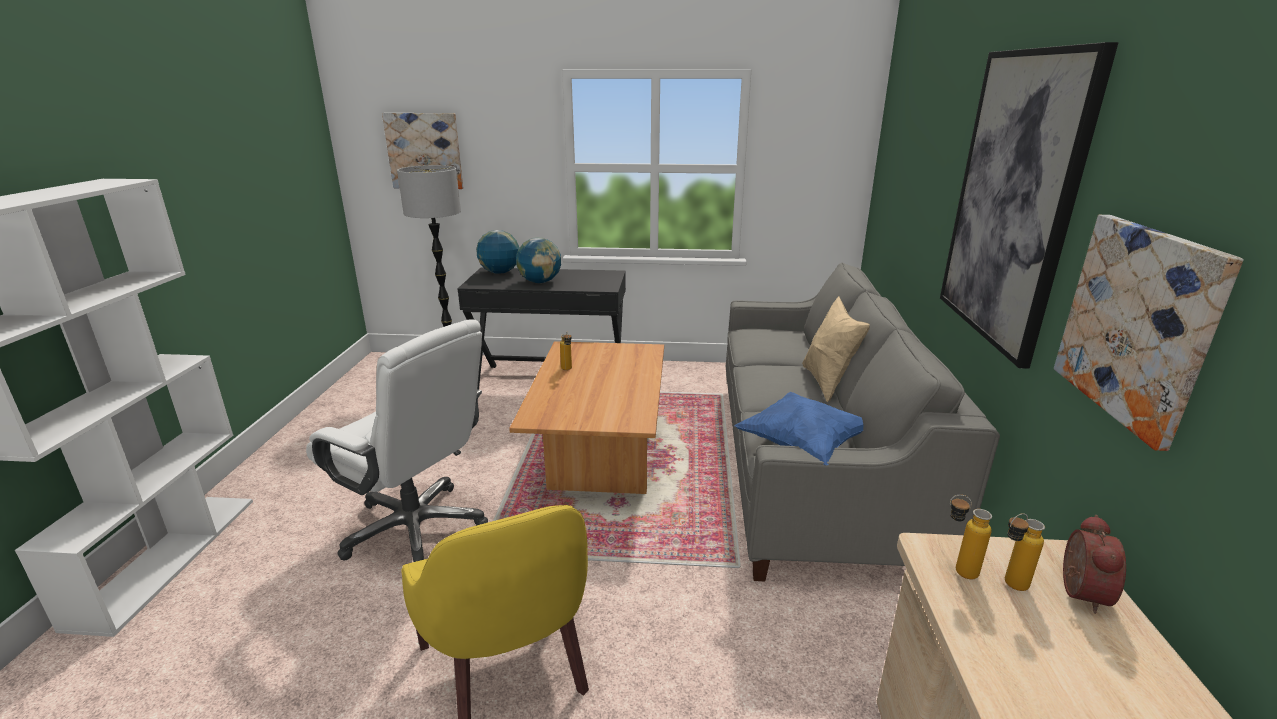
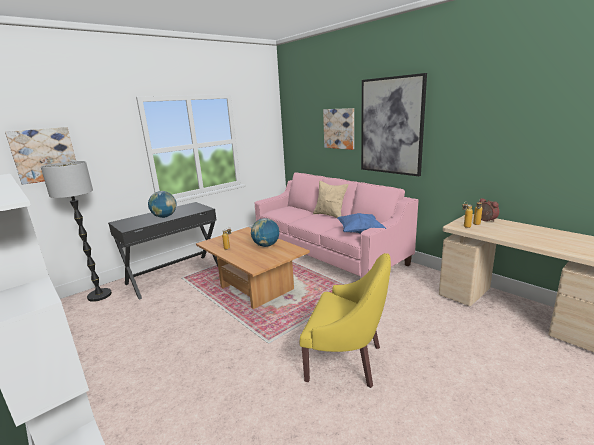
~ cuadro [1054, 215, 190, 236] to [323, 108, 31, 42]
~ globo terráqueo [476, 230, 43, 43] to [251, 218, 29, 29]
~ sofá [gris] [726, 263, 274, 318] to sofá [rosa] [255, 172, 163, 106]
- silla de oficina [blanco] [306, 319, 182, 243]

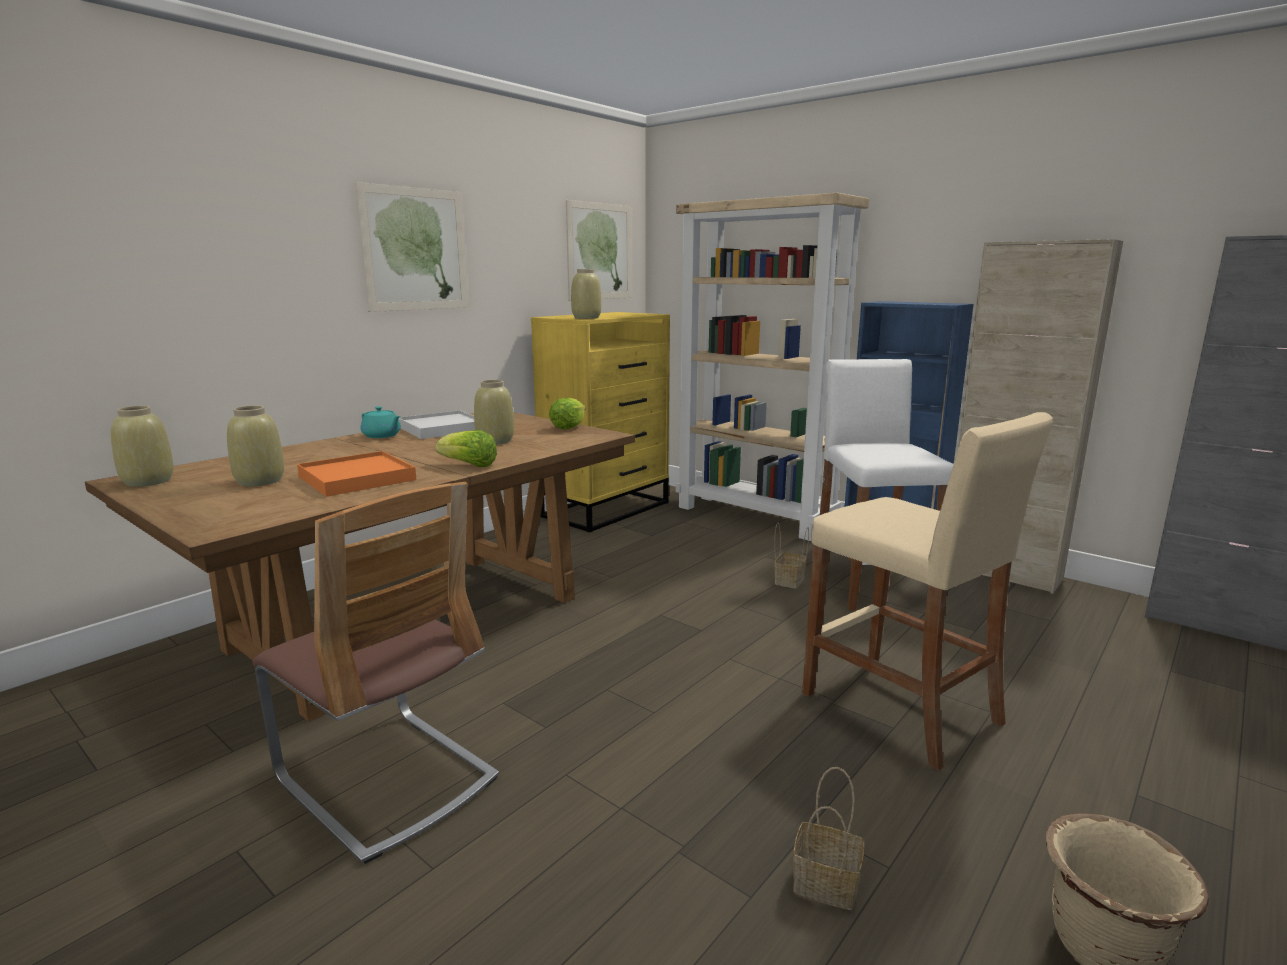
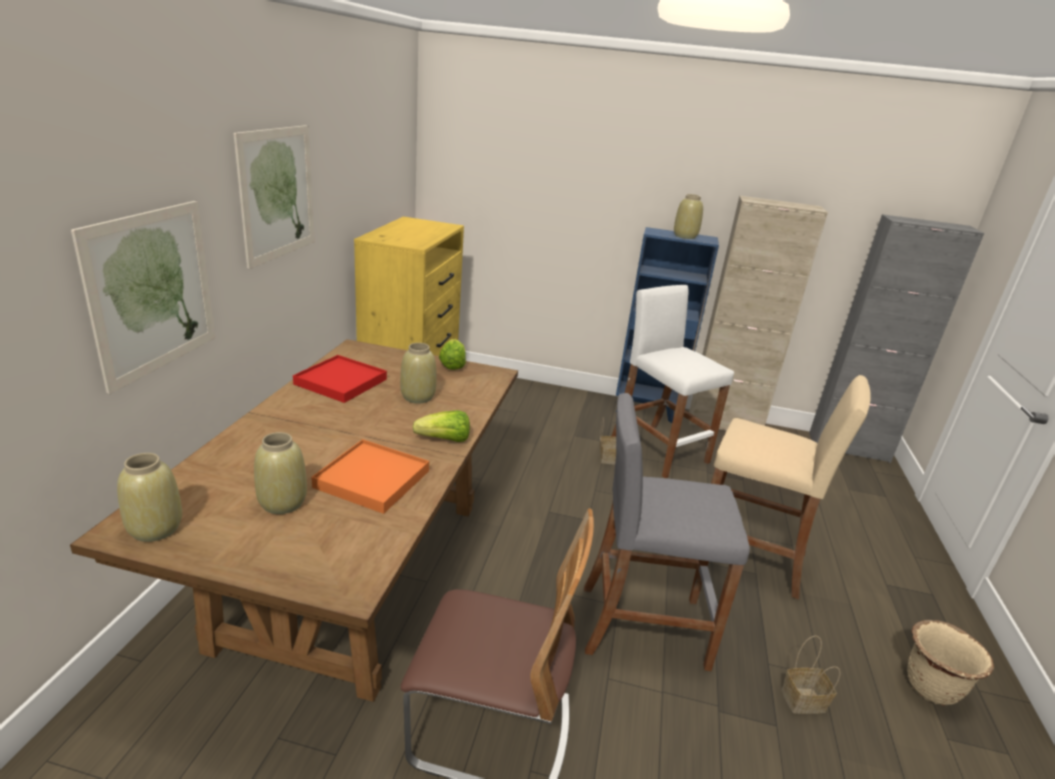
- estantería [beis] [676, 193, 193, 348]
~ cuadro [566, 200, 66, 100] to [71, 201, 145, 193]
~ florero [beis] [571, 269, 31, 50] to [674, 194, 29, 45]
- tetera [turquesa] [361, 406, 40, 32]
~ bandeja [blanco] [398, 410, 77, 29] to bandeja [rojo] [293, 355, 94, 48]
+ taburete [gris] [584, 393, 166, 278]

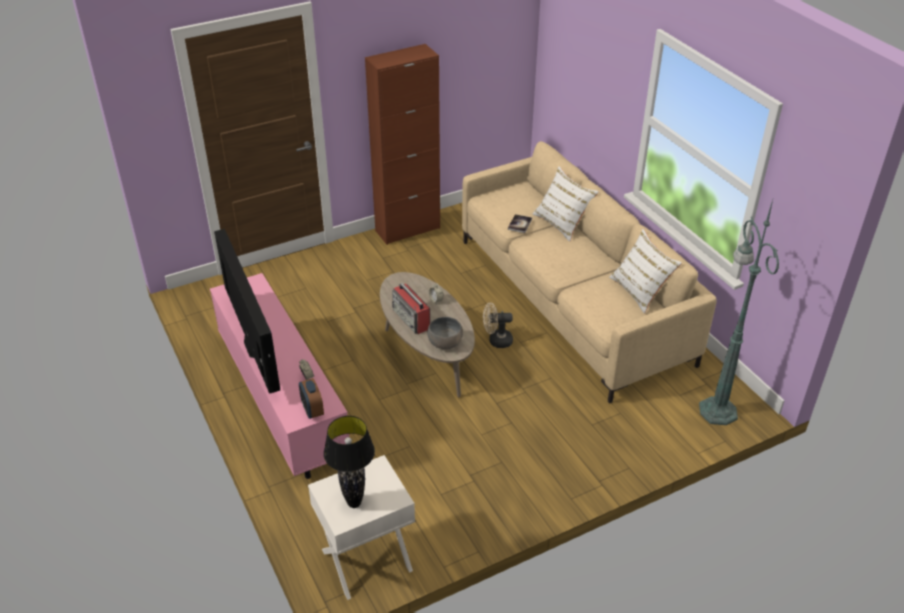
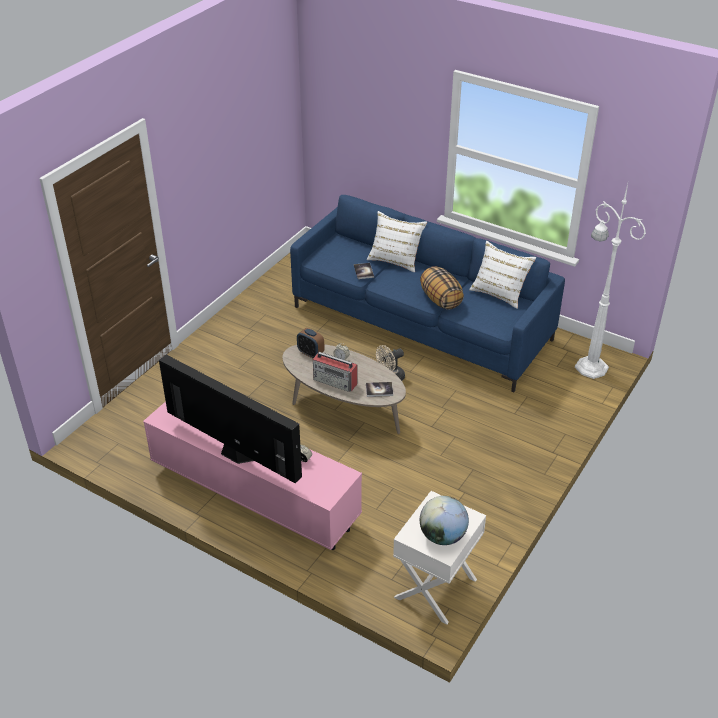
- armario [marrón] [365, 44, 75, 201]
~ sofá [beis] [462, 141, 255, 263] to sofá [azul] [290, 195, 275, 197]
~ lámpara de pie [verde] [699, 200, 80, 225] to lámpara de pie [blanco] [575, 184, 71, 195]
~ cuenco [gris] [427, 317, 36, 32] to libro [366, 382, 27, 15]
~ despertador [299, 378, 25, 41] to [297, 328, 28, 30]
~ lámpara de mesa [negro] [324, 416, 51, 92] to globo terráqueo [420, 496, 49, 49]
+ cojín [420, 266, 44, 44]

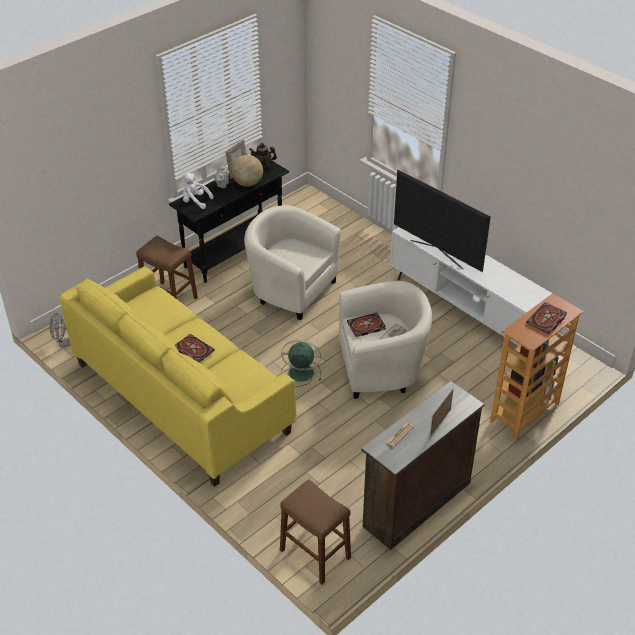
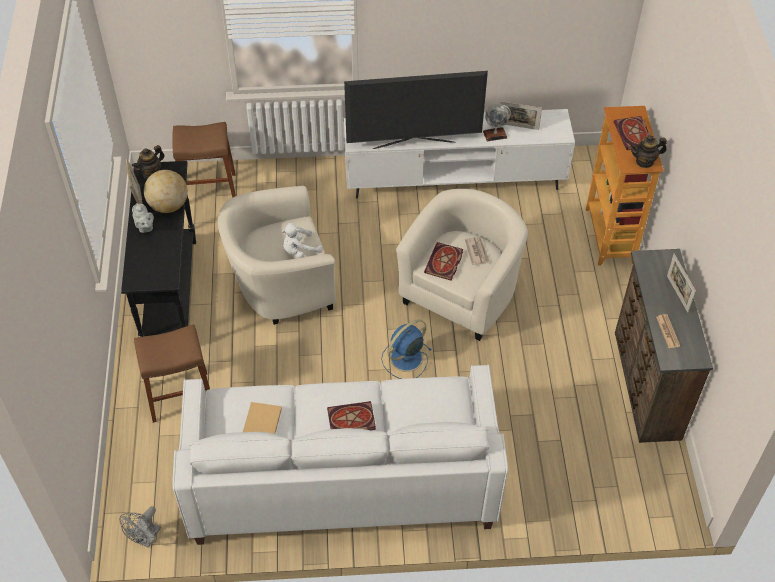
~ peluche [blanco] [183, 173, 30, 36] to [282, 223, 41, 35]
~ sofá [amarillo] [59, 266, 238, 221] to sofá [blanco] [172, 364, 336, 181]
~ ventilador [verde] [281, 340, 40, 47] to ventilador [azul] [381, 319, 50, 60]
~ taburete [marrón] [280, 479, 71, 105] to [173, 122, 63, 76]
+ portarretratos [500, 102, 42, 28]
+ globo terráqueo [483, 104, 28, 38]
+ tetera [630, 135, 37, 33]
+ libro [beis] [243, 402, 39, 32]

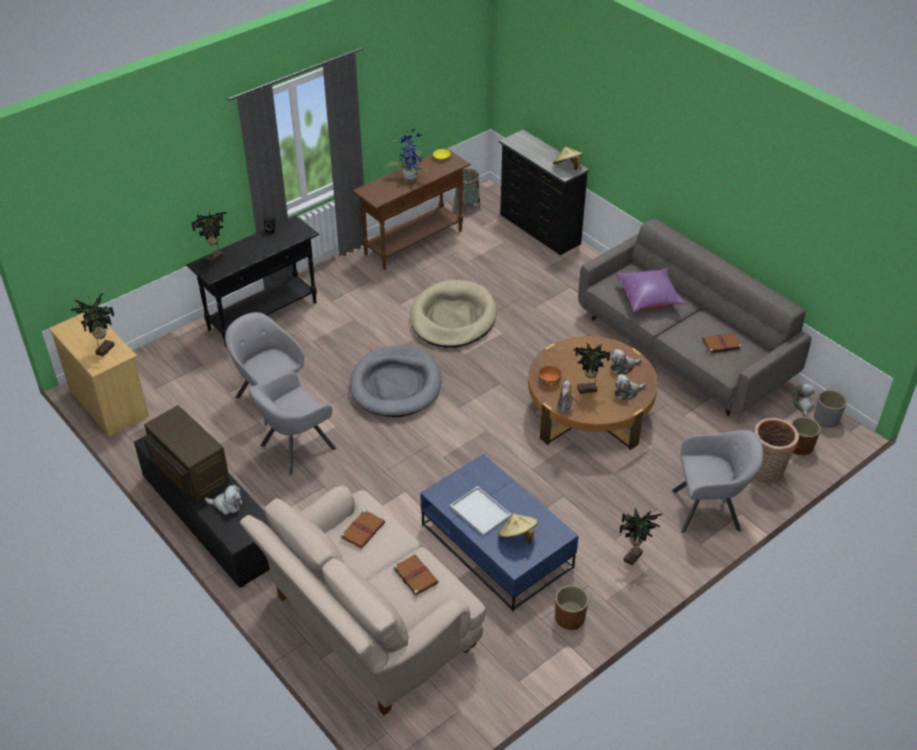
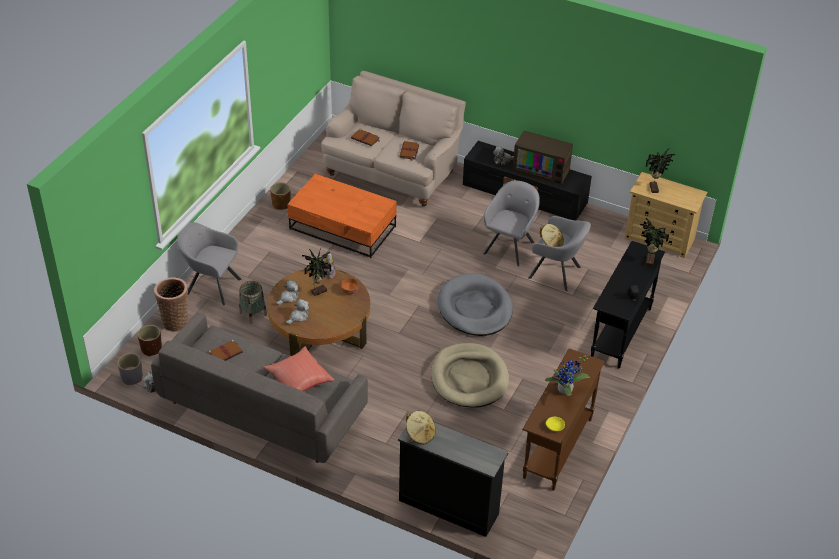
~ cesta [455, 169, 25, 44] to [239, 281, 28, 43]
~ cojín [morado] [616, 268, 70, 44] to cojín [rojo] [264, 346, 70, 45]
~ sillón [gris] [672, 430, 92, 103] = [177, 222, 65, 83] 45 degrees clockwise
~ mesa de centro [azul] [420, 454, 159, 157] to mesa de centro [naranja] [287, 174, 110, 84]
- bandeja [blanco] [450, 486, 62, 50]
- planta en maceta [619, 508, 43, 57]
~ sombrero [beis] [498, 513, 40, 32] to [540, 224, 24, 23]

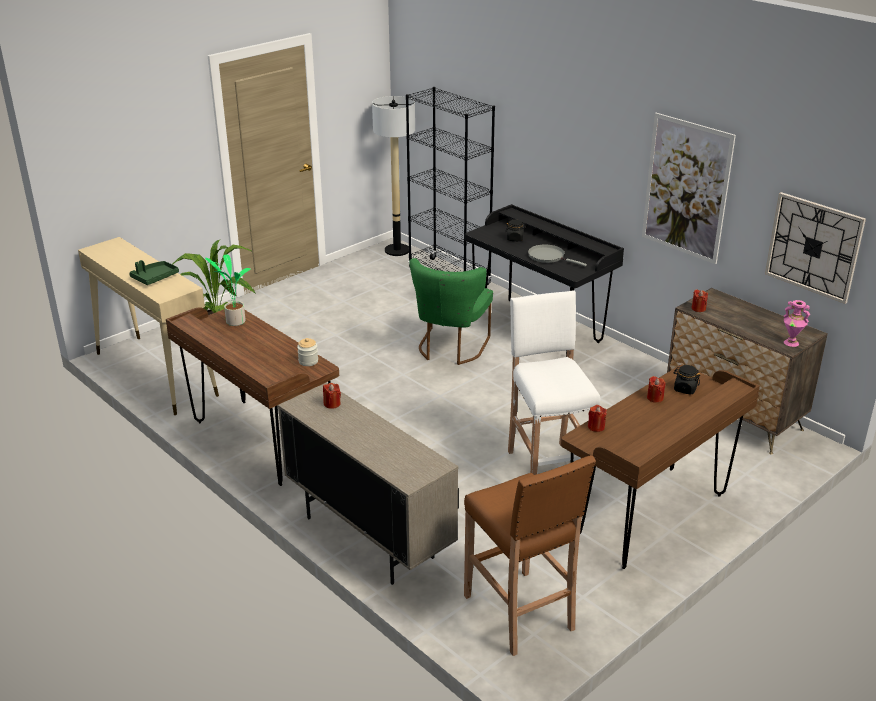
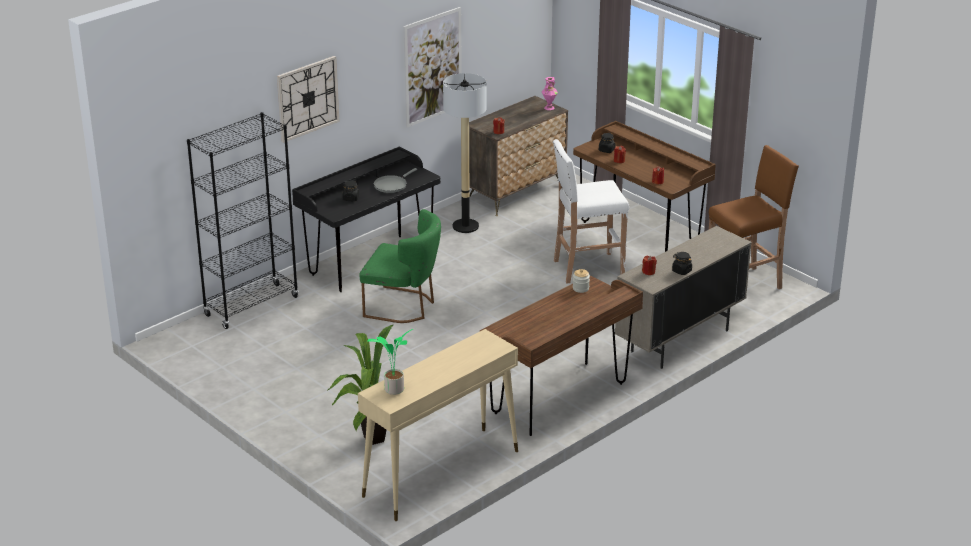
~ lámpara de pie [372, 96, 43, 160] to [443, 73, 43, 160]
~ reloj de pared [765, 192, 101, 112] to [277, 56, 62, 87]
~ planta en maceta [205, 255, 46, 71] to [367, 329, 46, 66]
- bandeja [verde] [129, 260, 50, 25]
+ tarro [negro] [672, 252, 20, 23]

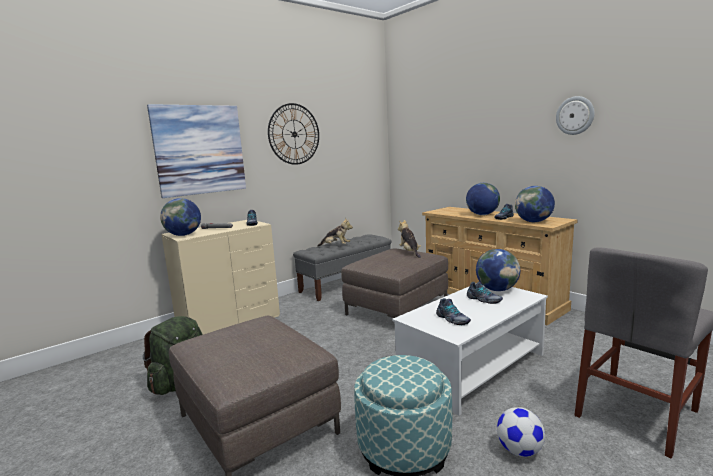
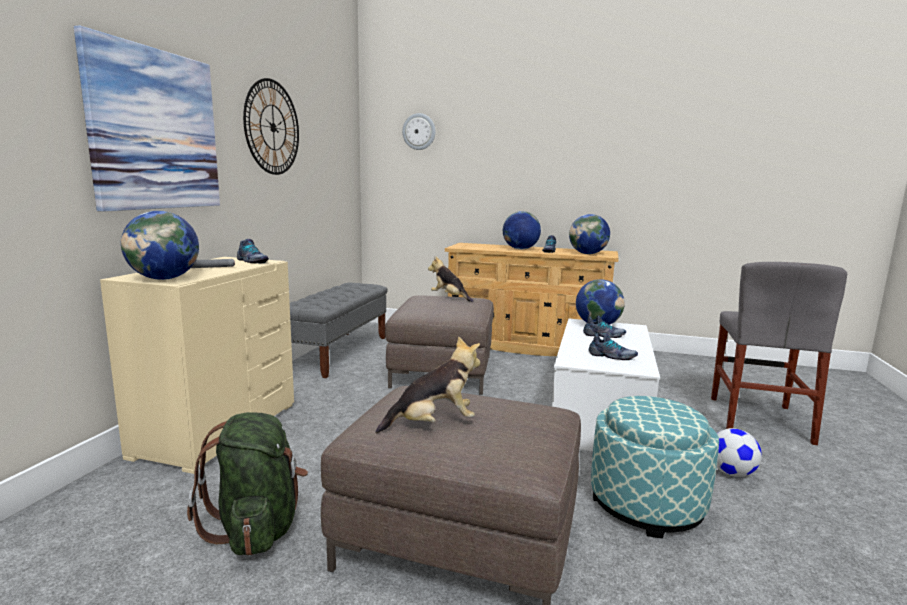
~ reloj de pared [556, 96, 39, 39] to [402, 113, 33, 37]
~ peluche [318, 218, 35, 28] to [375, 336, 105, 98]

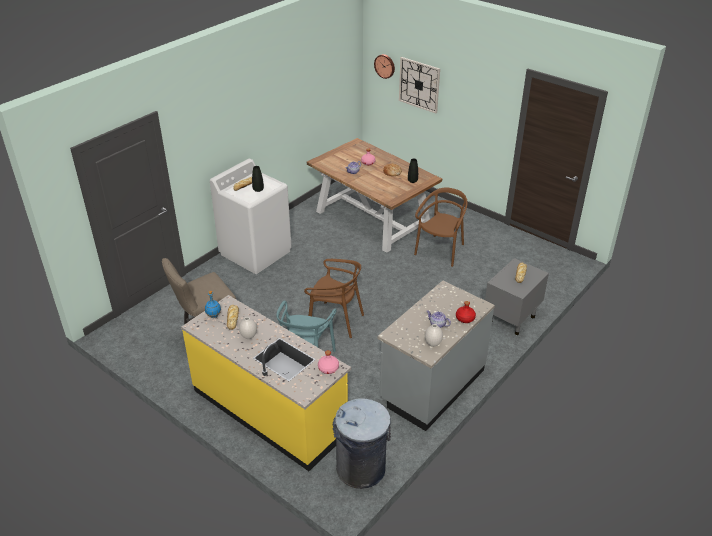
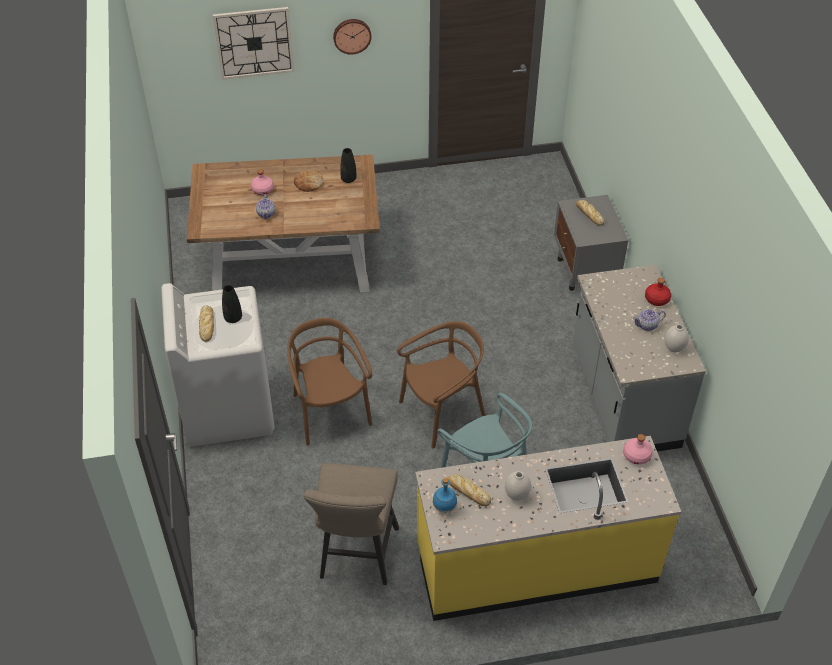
~ reloj de pared [374, 54, 21, 25] to [333, 19, 39, 36]
~ silla [marrón] [414, 187, 53, 80] to [287, 318, 85, 128]
- papelera [gris] [333, 399, 58, 90]

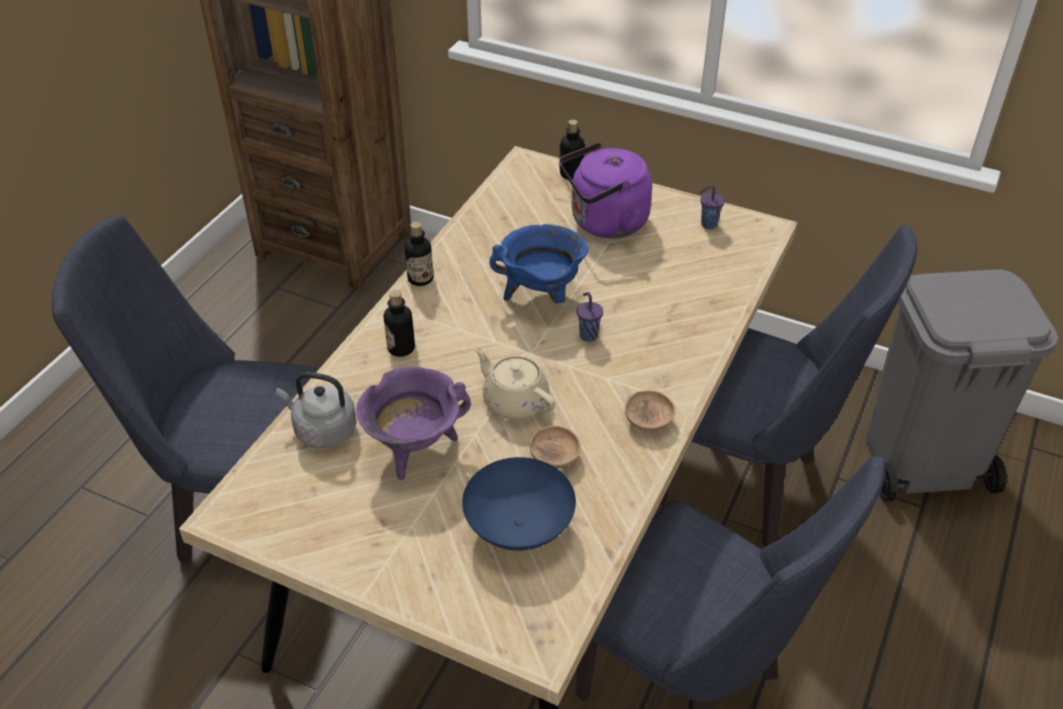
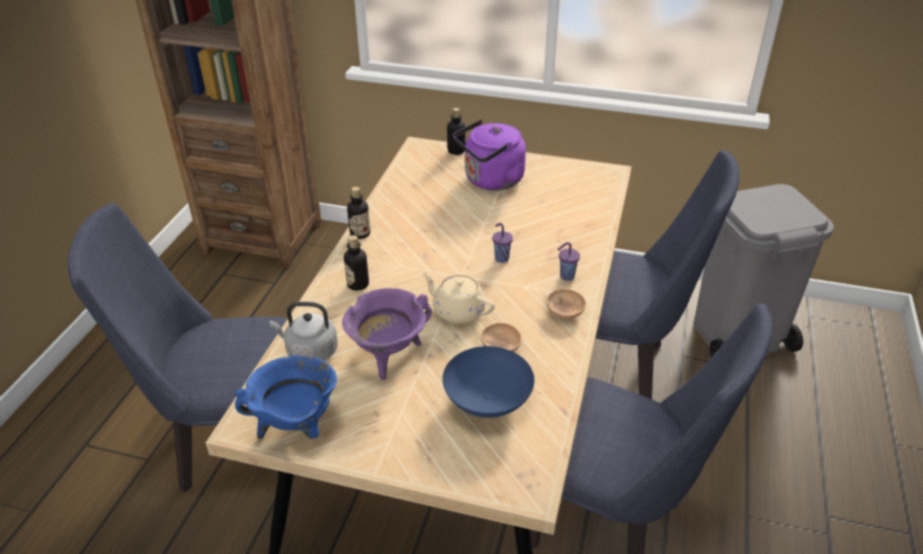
~ taza [morado] [699, 185, 25, 44] to [557, 242, 23, 39]
~ olla [azul] [489, 224, 100, 80] to [235, 355, 102, 84]

